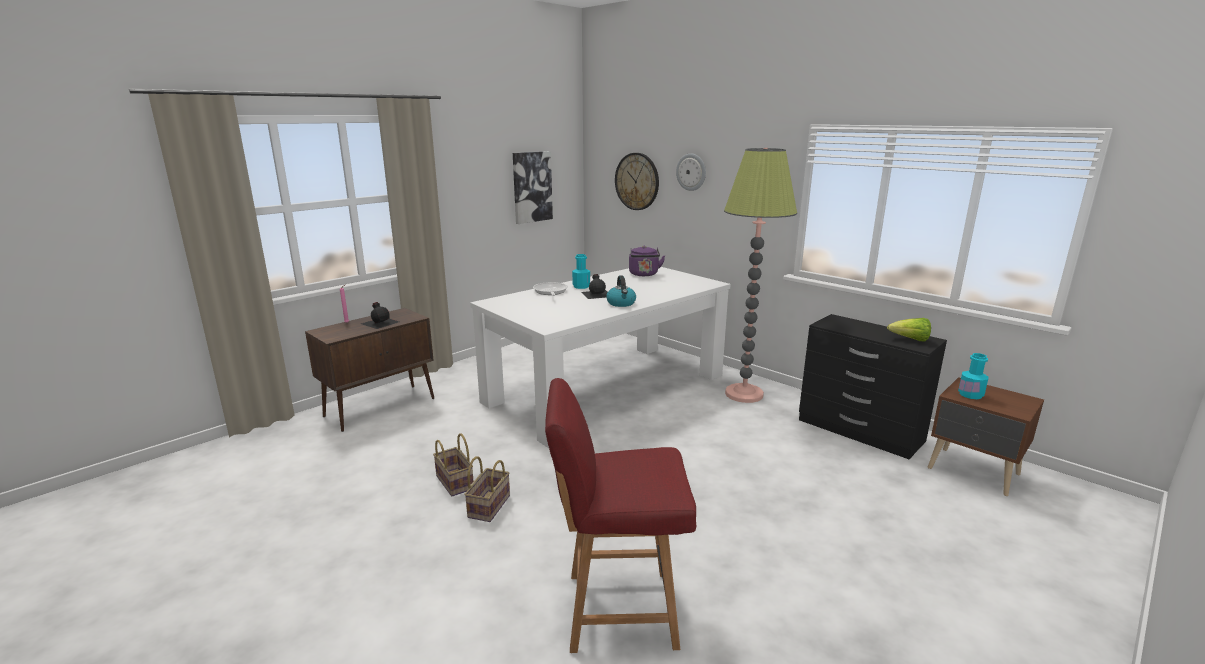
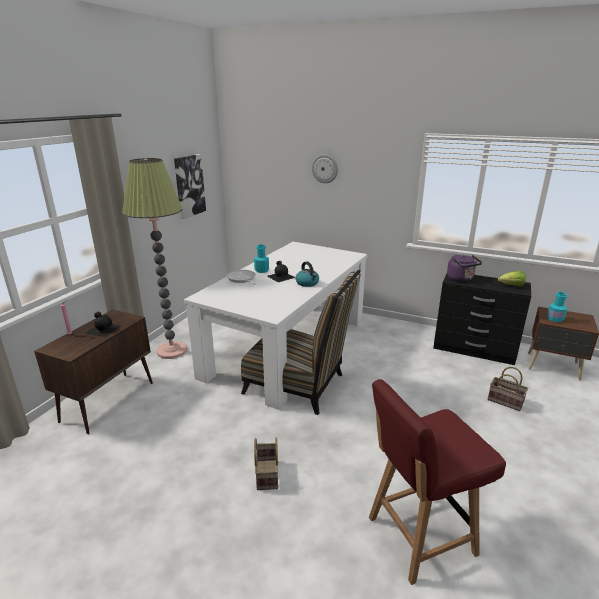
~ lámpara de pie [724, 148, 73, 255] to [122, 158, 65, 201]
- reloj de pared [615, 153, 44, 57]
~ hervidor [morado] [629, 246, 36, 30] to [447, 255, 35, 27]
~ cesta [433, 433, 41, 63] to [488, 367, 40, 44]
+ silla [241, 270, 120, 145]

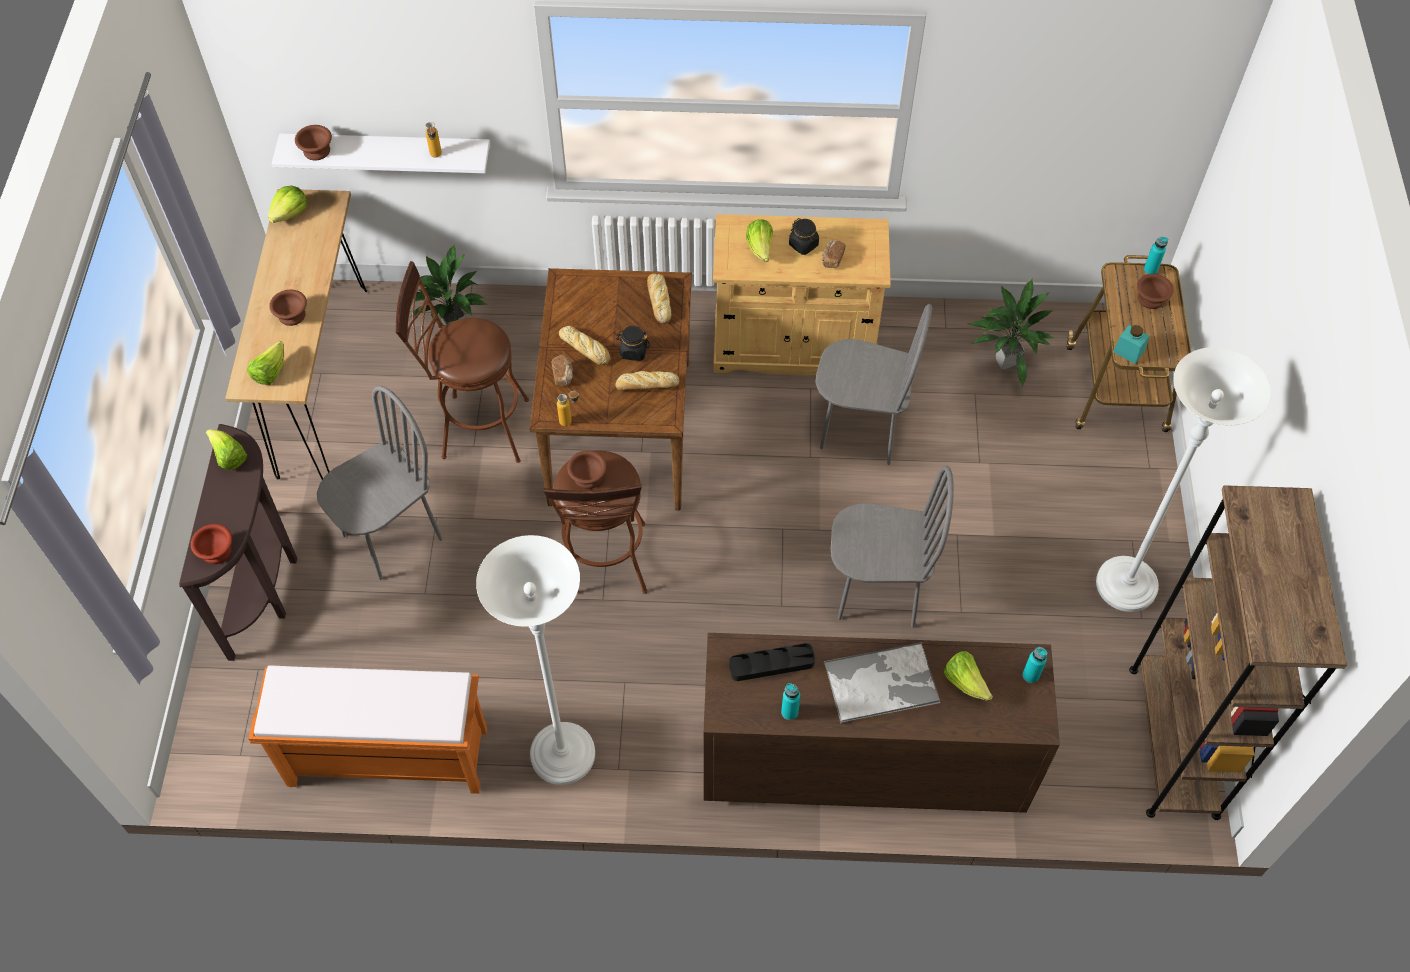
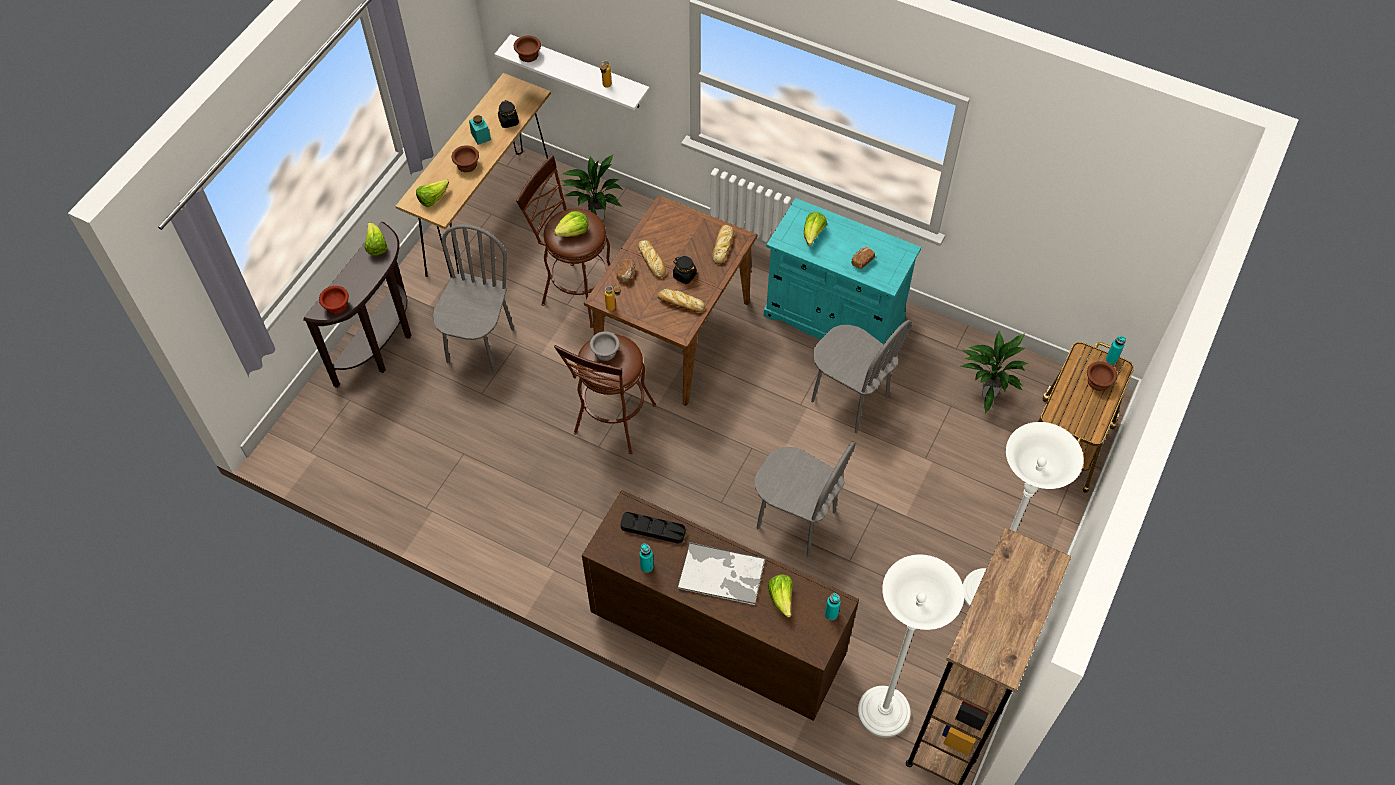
~ lechuga [268, 186, 39, 37] to [554, 211, 34, 26]
~ armario [beis] [713, 214, 178, 161] to armario [turquesa] [764, 198, 157, 151]
~ tarro [negro] [789, 218, 30, 37] to [498, 100, 21, 28]
~ tarro [turquesa] [1113, 325, 36, 39] to [469, 115, 22, 30]
~ silla [gris] [317, 386, 125, 194] = [433, 224, 81, 150] 60 degrees counterclockwise
~ cuenco [marrón] [567, 451, 40, 38] to cuenco [gris] [590, 332, 30, 29]
~ lámpara de pie [blanco] [476, 535, 119, 250] to [858, 554, 106, 184]
- banco [naranja] [248, 665, 239, 129]

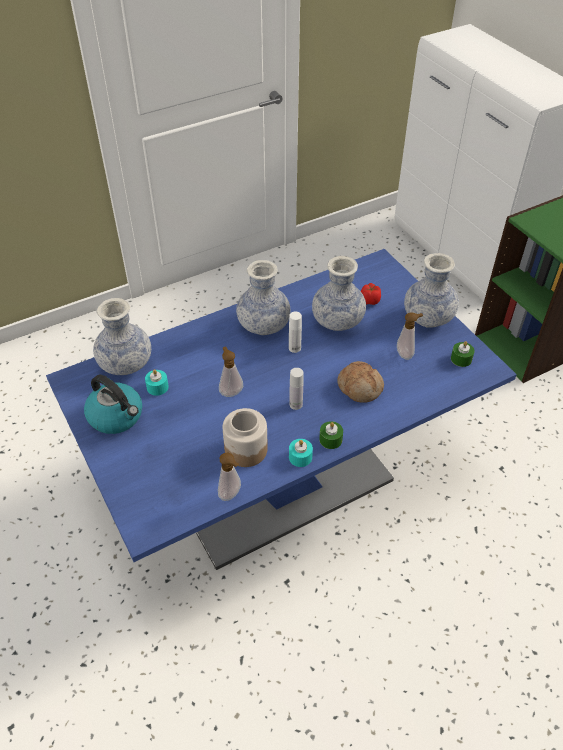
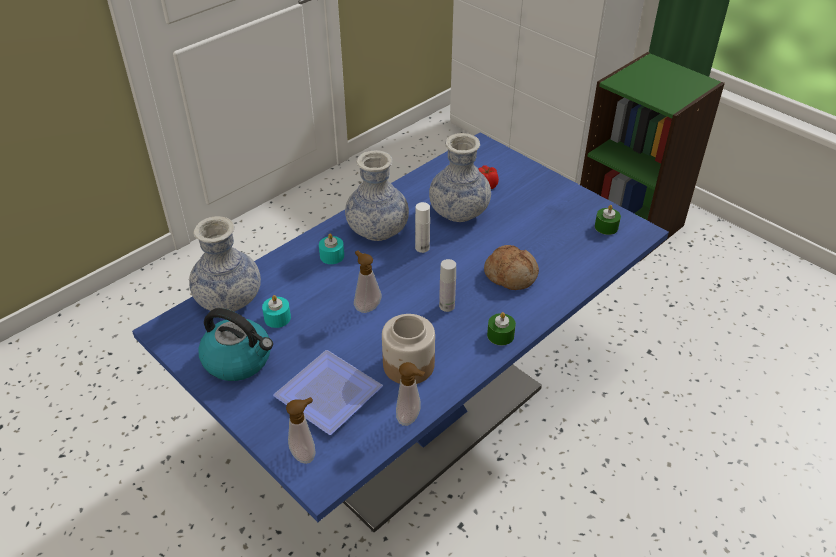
- florero [404, 253, 55, 75]
~ dispensador de jabón [397, 313, 26, 47] to [286, 397, 30, 67]
~ vela [turquesa] [289, 439, 24, 28] to [319, 233, 25, 31]
+ plato [273, 350, 110, 85]

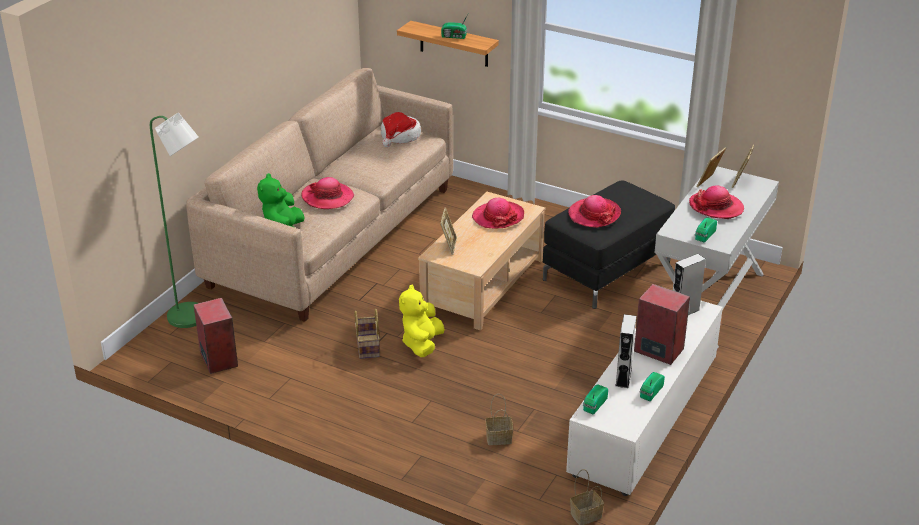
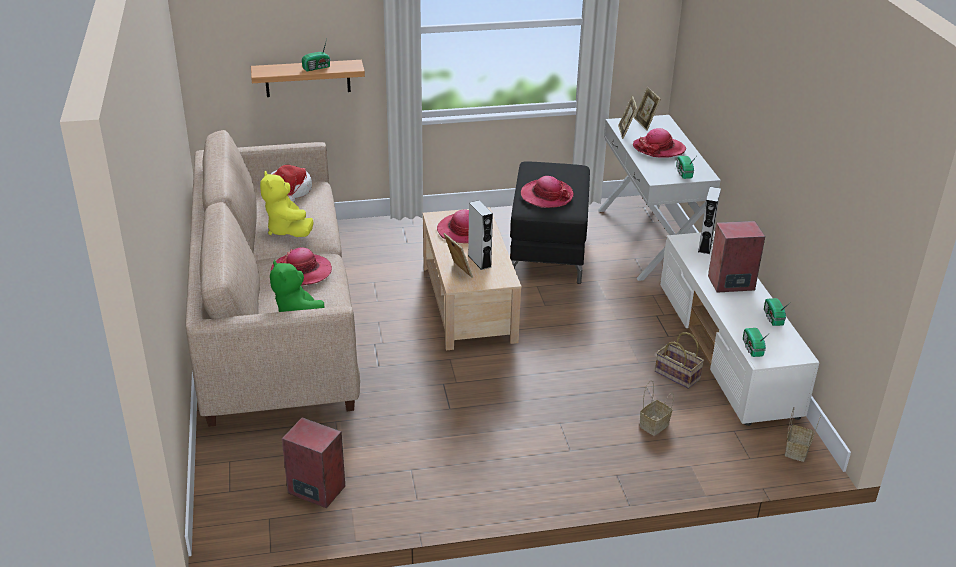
- lámpara de pie [verde] [150, 112, 49, 216]
~ peluche [amarillo] [399, 285, 46, 72] to [260, 171, 54, 66]
~ cesta [355, 309, 25, 50] to [655, 332, 49, 57]
~ altavoz [gris] [615, 314, 21, 74] to [468, 200, 25, 70]

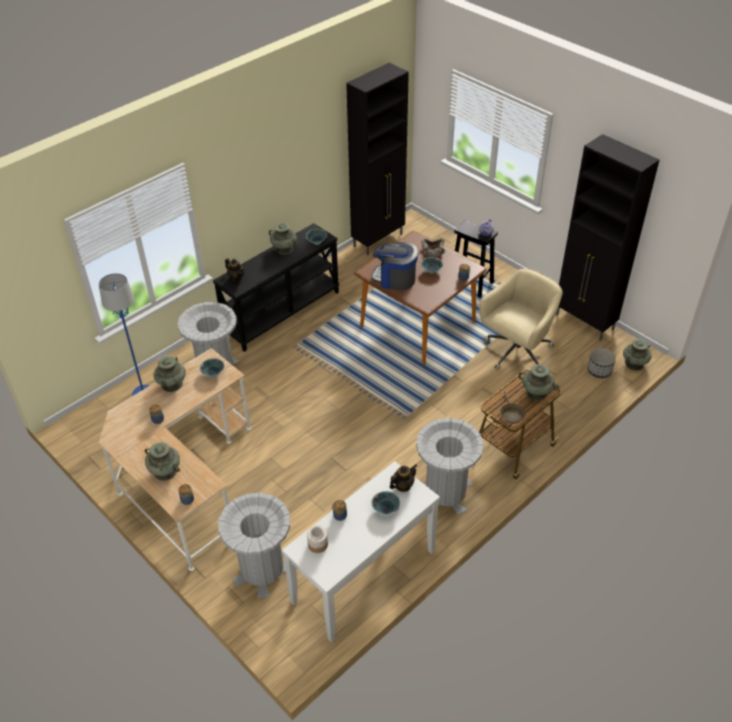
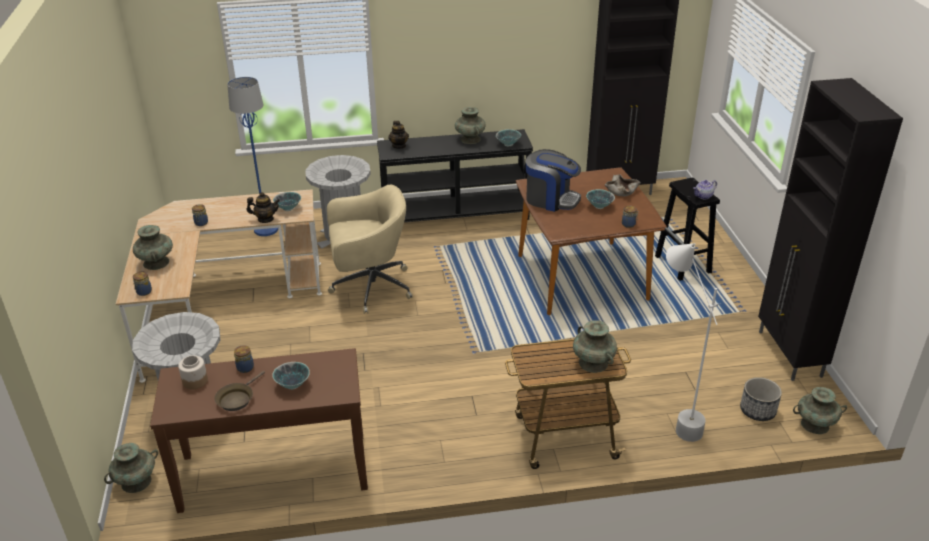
~ cafetera [371, 242, 47, 48] = [526, 149, 55, 63] 150 degrees clockwise
~ silla de oficina [beis] [479, 269, 84, 101] to [327, 185, 86, 129]
~ florero [turquesa] [154, 356, 32, 36] to [104, 443, 54, 50]
~ sartén [marrón] [500, 391, 26, 33] to [215, 371, 50, 40]
- papelera [gris] [416, 418, 68, 97]
~ mesa consola [blanco] [282, 461, 158, 182] to mesa consola [marrón] [150, 348, 218, 165]
~ tetera [389, 464, 28, 28] to [247, 192, 33, 31]
+ lámpara de pie [blanco] [666, 243, 55, 199]

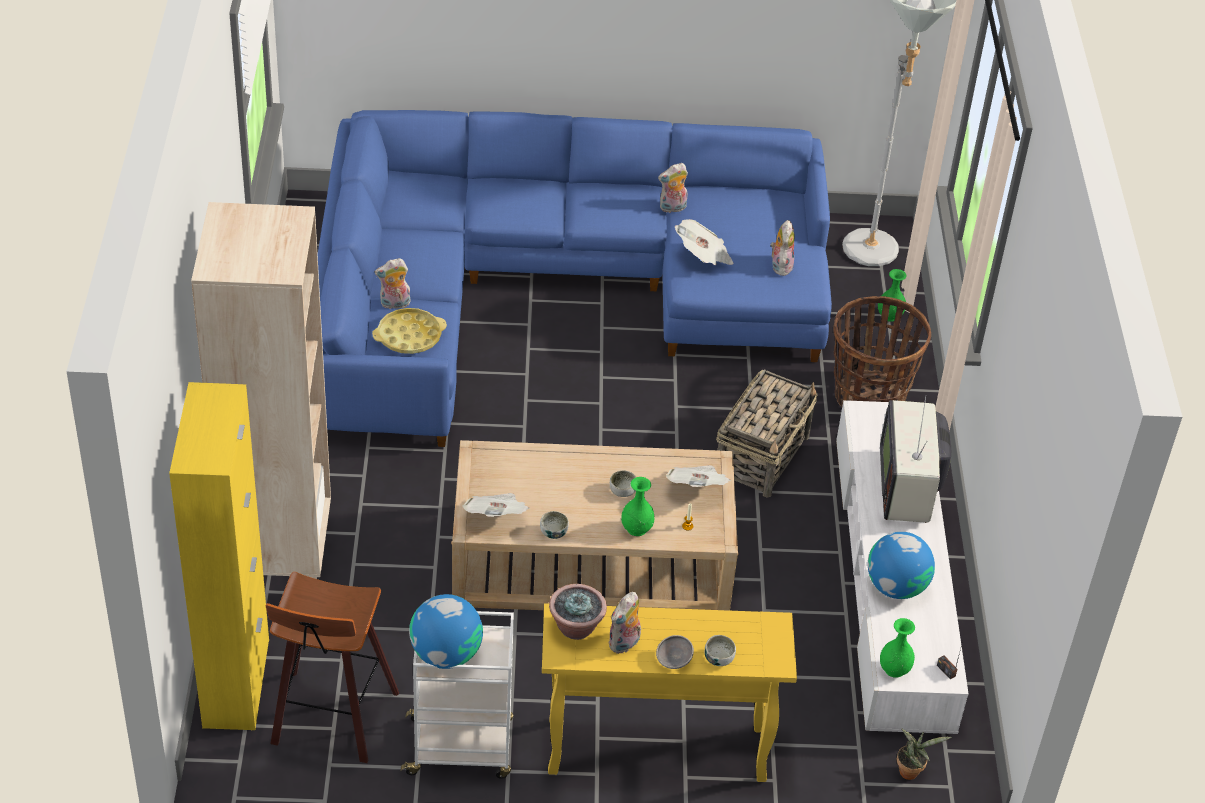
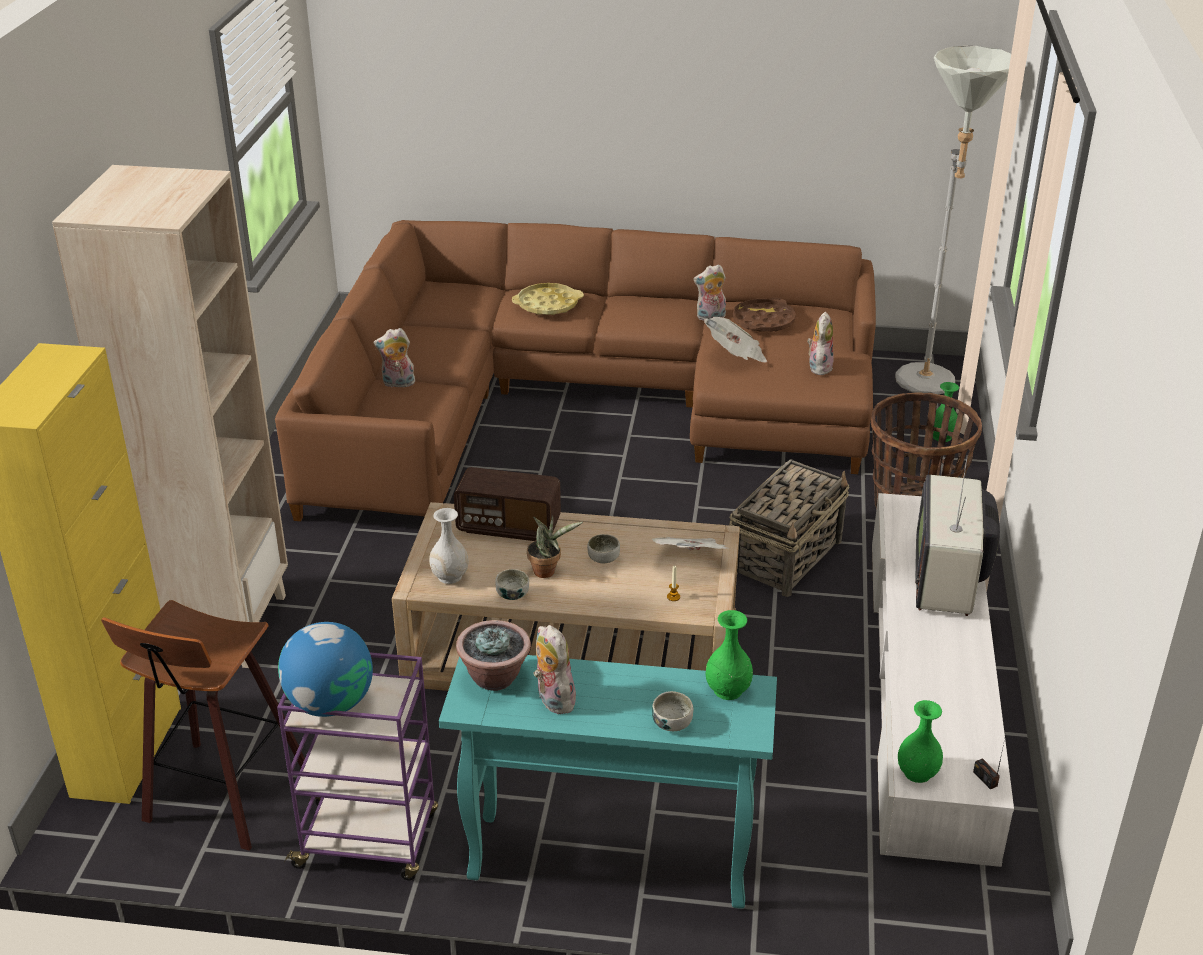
~ sofá [azul] [318, 110, 514, 337] to sofá [marrón] [275, 220, 601, 301]
~ bandeja [amarillo] [372, 308, 75, 46] to [512, 283, 72, 32]
~ florero [verde] [621, 477, 34, 59] to [705, 610, 48, 90]
~ periódico [463, 493, 67, 24] to florero [blanco] [429, 508, 40, 76]
- globo terráqueo [868, 532, 67, 67]
~ peluche [608, 592, 33, 62] = [534, 625, 42, 89] 105 degrees clockwise
~ mesa consola [amarillo] [542, 603, 255, 179] to mesa consola [turquesa] [439, 655, 338, 254]
~ carrito [blanco] [401, 611, 113, 168] to carrito [morado] [277, 653, 161, 227]
- cuenco [gris] [656, 635, 38, 34]
~ planta en maceta [897, 728, 55, 52] to [527, 516, 56, 62]
+ bandeja [marrón] [733, 298, 63, 34]
+ radio [454, 467, 107, 74]

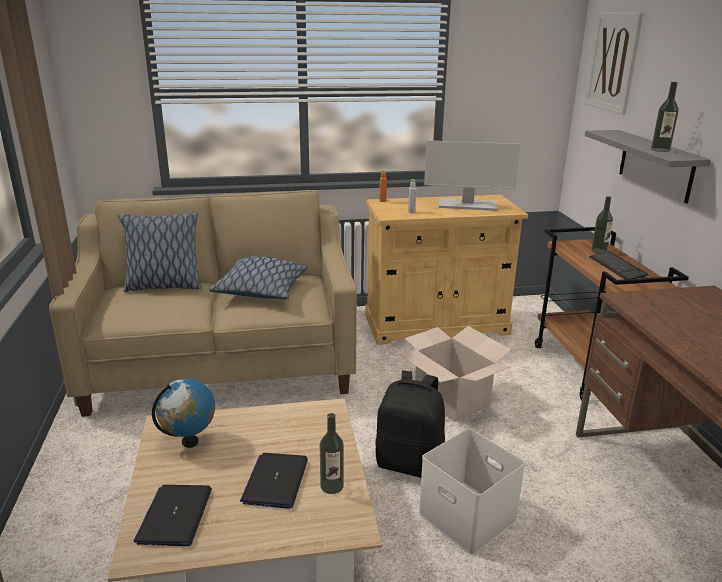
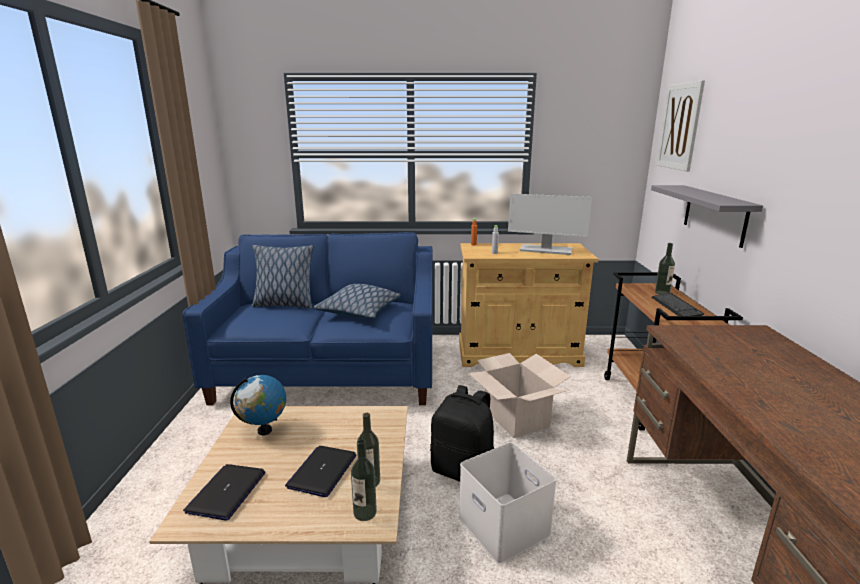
~ botella [651, 82, 28, 70] to [351, 439, 26, 82]
~ sofá [beis] [49, 190, 308, 226] to sofá [azul] [182, 232, 251, 173]

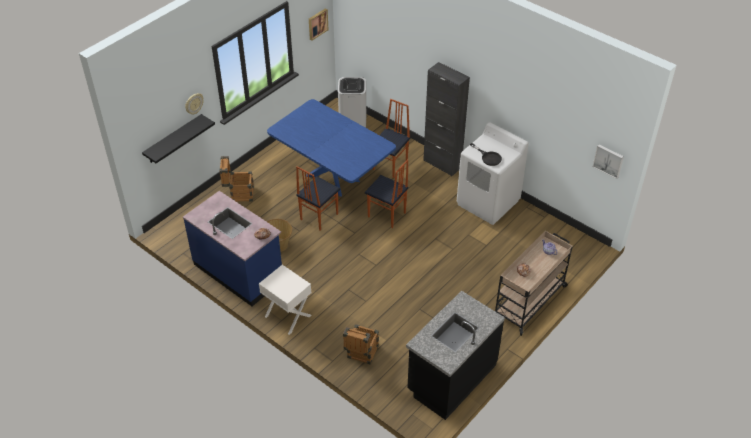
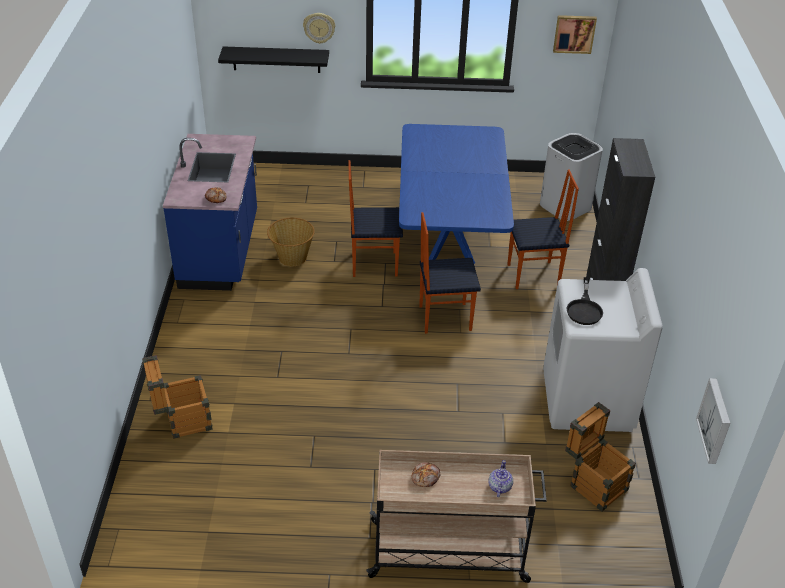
~ caja de embalaje [219, 156, 35, 46] to [565, 402, 71, 109]
~ silla [365, 159, 43, 69] = [419, 212, 62, 122] 90 degrees clockwise
- mesita de noche [blanco] [259, 265, 53, 70]
- mueble bajo de cocina [negro] [406, 291, 99, 129]

